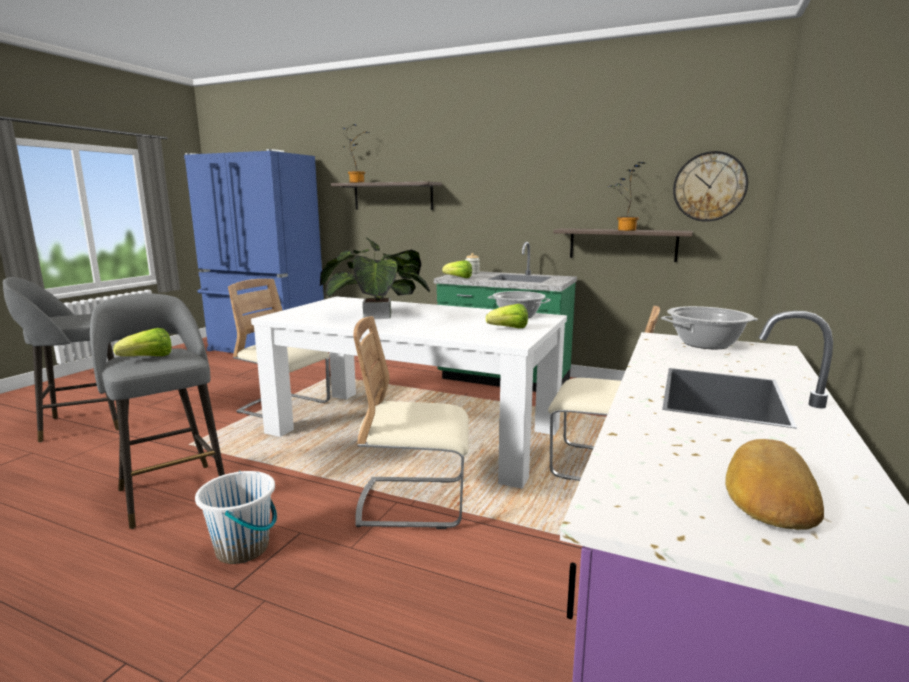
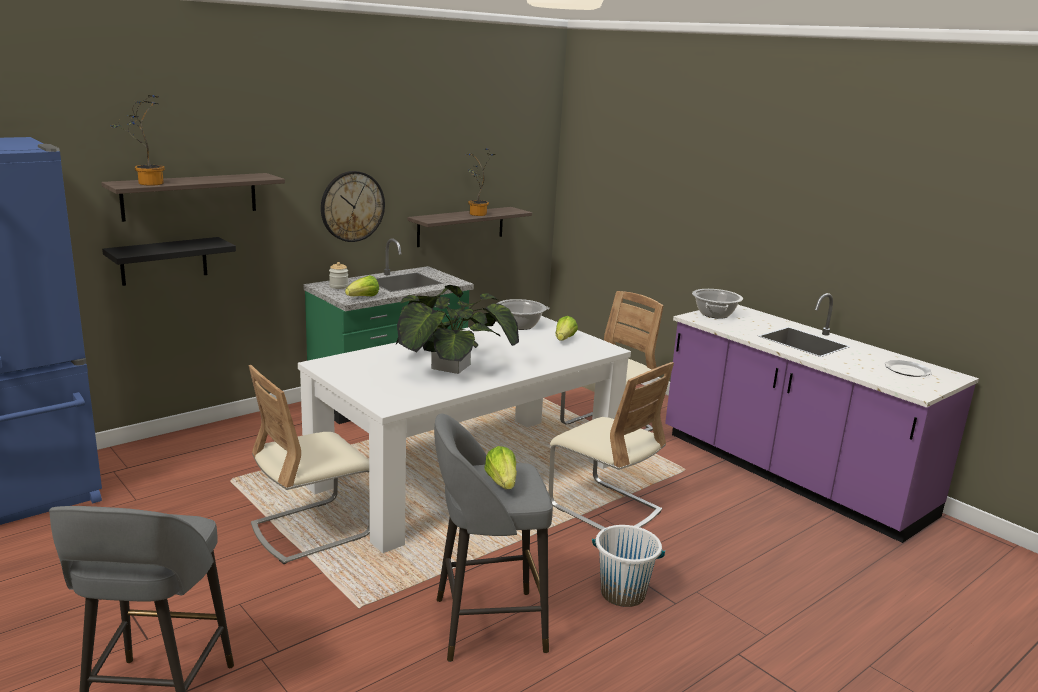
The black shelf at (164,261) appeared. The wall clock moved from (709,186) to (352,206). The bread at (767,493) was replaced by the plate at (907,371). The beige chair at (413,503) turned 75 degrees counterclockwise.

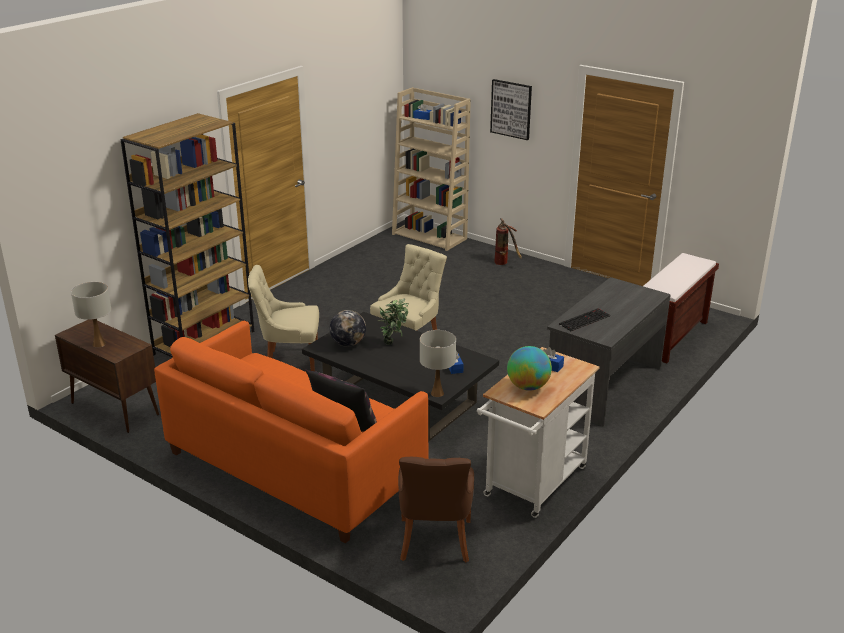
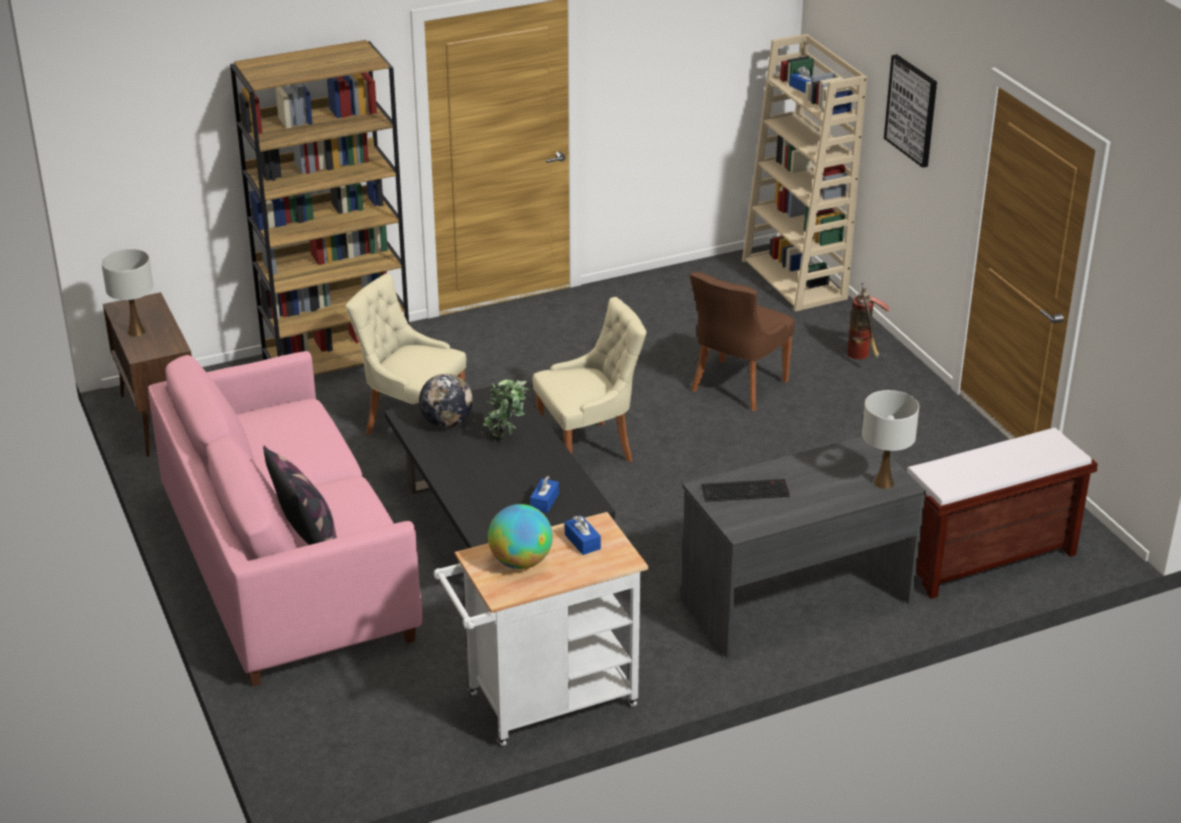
The brown chair moved from (435,542) to (736,387). The white table lamp moved from (437,393) to (883,482). The orange sofa at (294,466) became the pink sofa at (287,568).

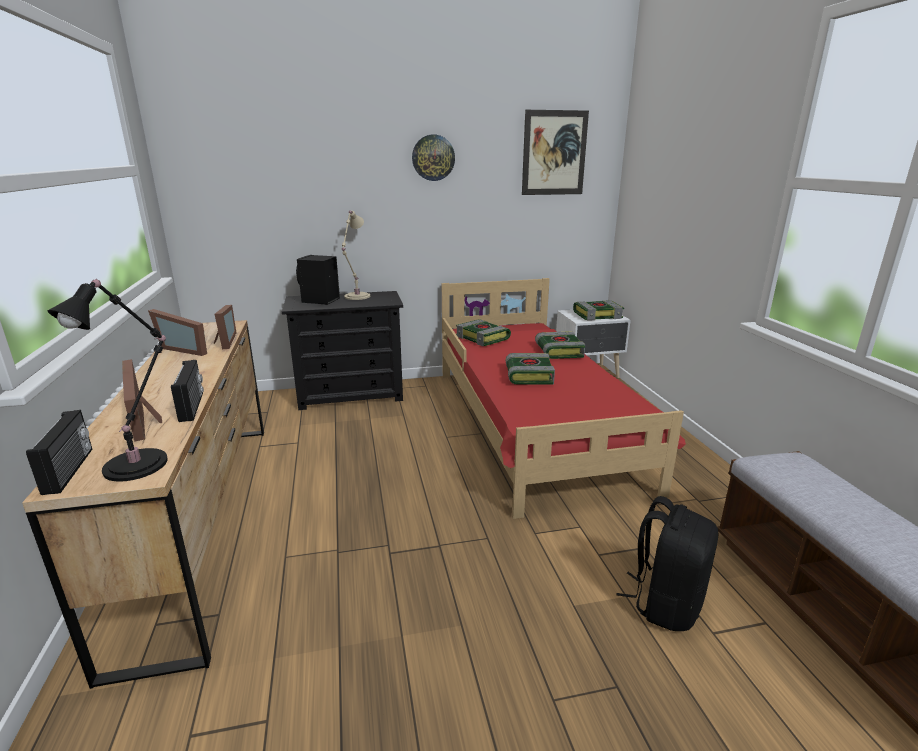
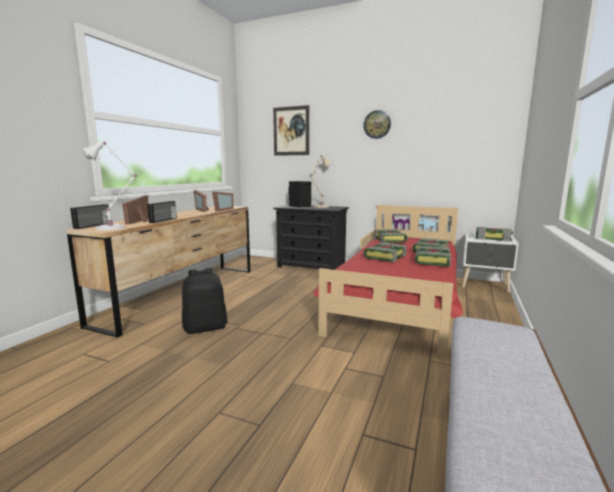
The book at (431,261) appeared. The picture moved from (554,153) to (291,131). The black backpack moved from (665,603) to (205,328). The black table lamp at (140,463) became the white table lamp at (113,227).

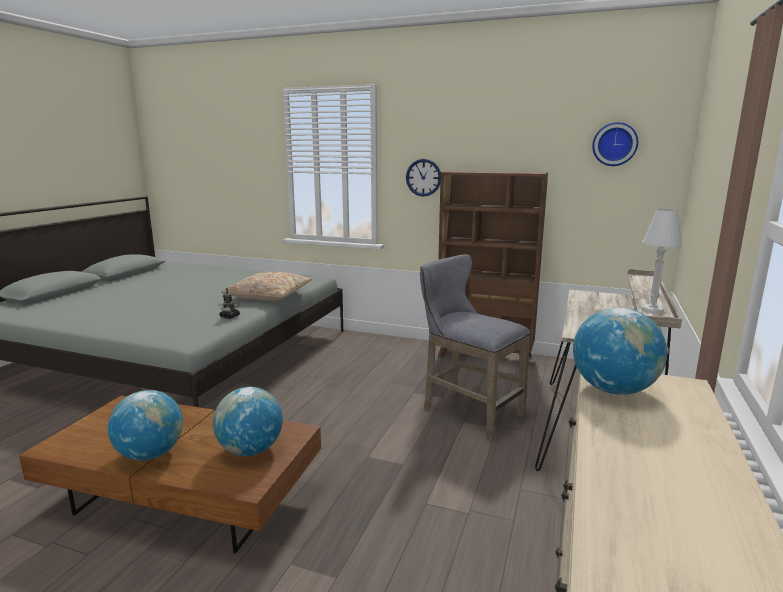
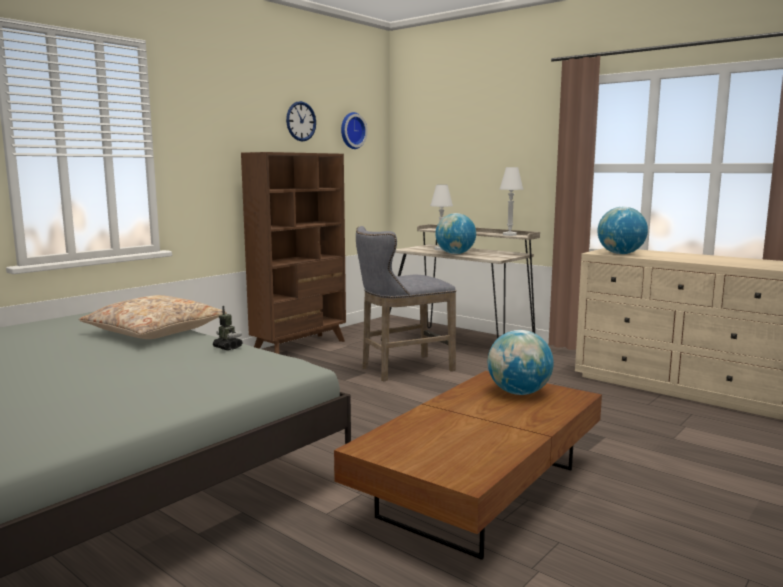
The white table lamp at (440,249) appeared. The globe moved from (150,454) to (455,254). The wall clock moved from (423,177) to (301,121).

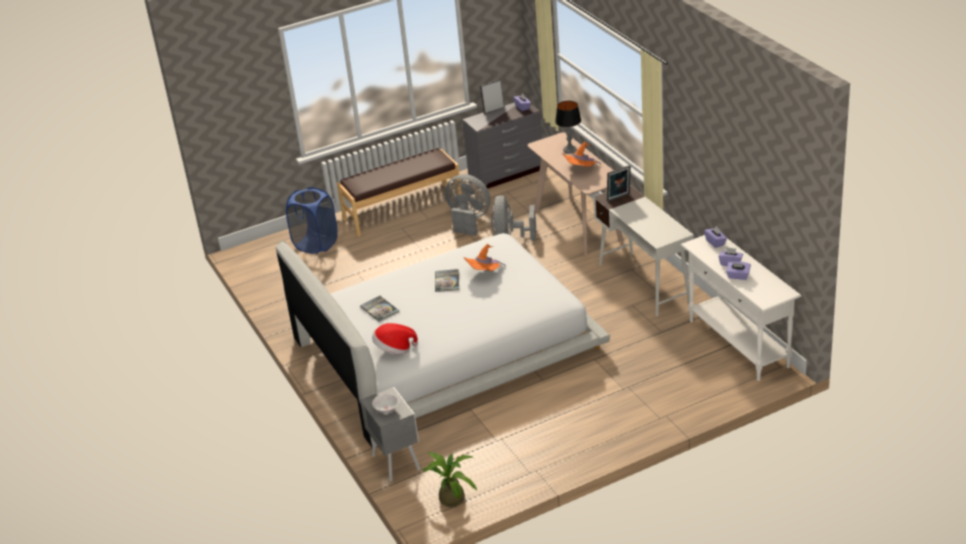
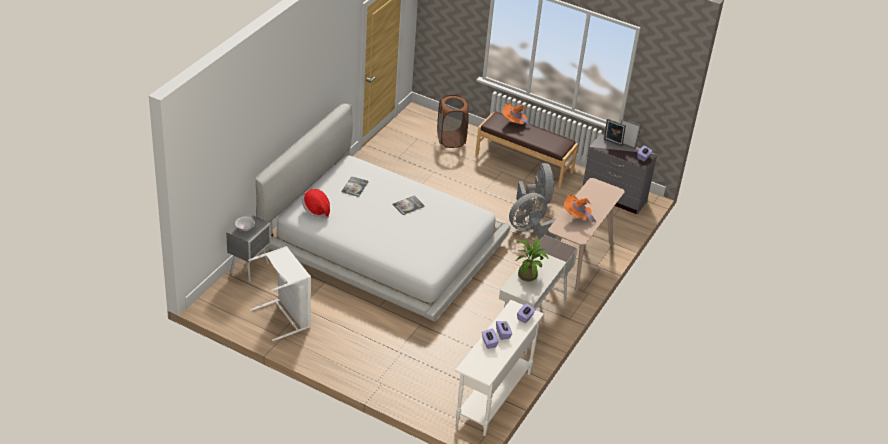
The table lamp at (569,150) disappeared. The white laundry basket at (286,317) appeared. The potted plant moved from (451,497) to (529,274). The orange hat moved from (484,274) to (514,123). The picture frame moved from (619,198) to (612,143). The blue laundry basket at (315,244) became the brown laundry basket at (451,139).

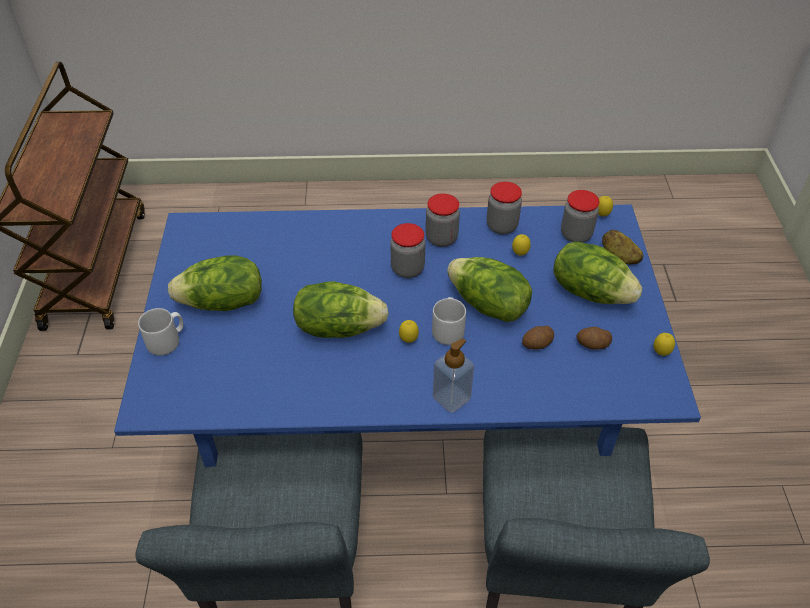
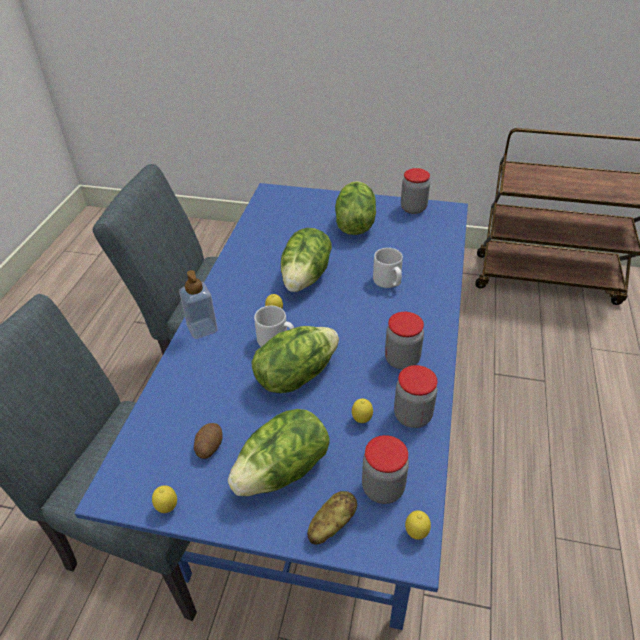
The potato at (537,344) disappeared. The grey mug moved from (167,341) to (388,282). The jar moved from (407,269) to (413,208).

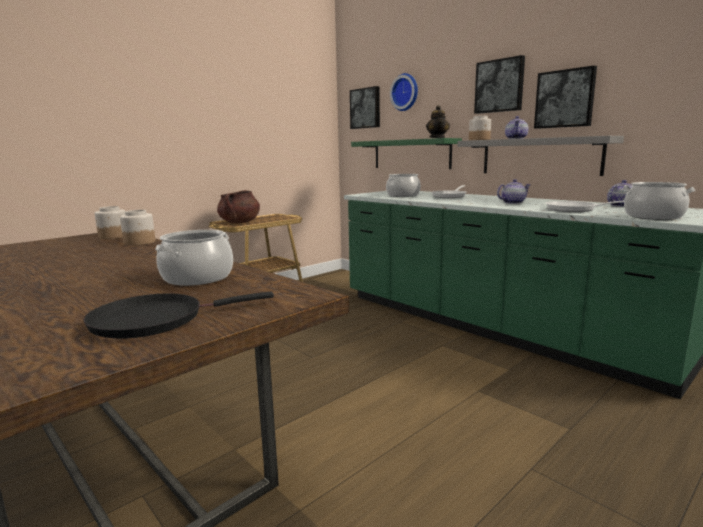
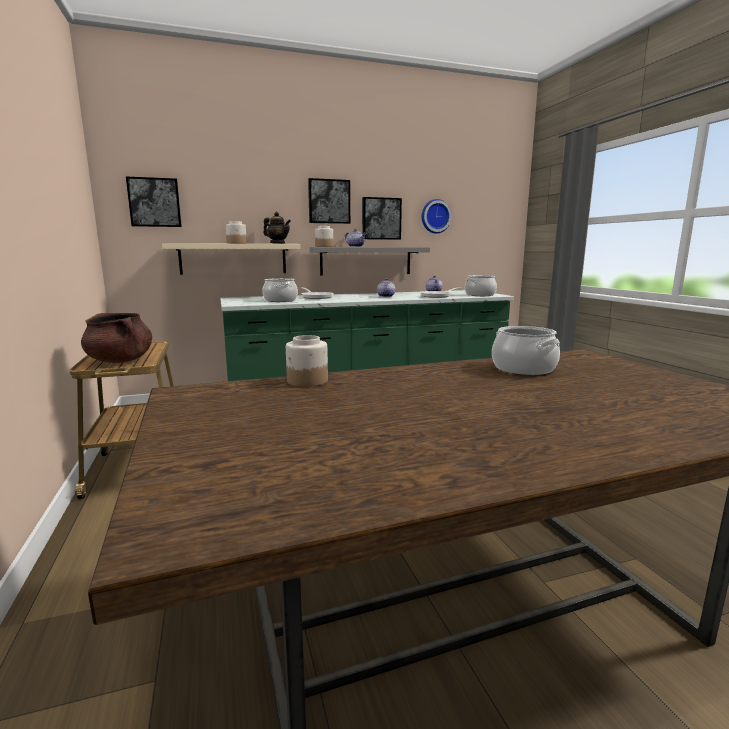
The black frying pan at (155,320) disappeared. The jar moved from (113,236) to (237,243). The wall clock moved from (405,92) to (435,216). The green shelf at (411,154) became the beige shelf at (233,259).

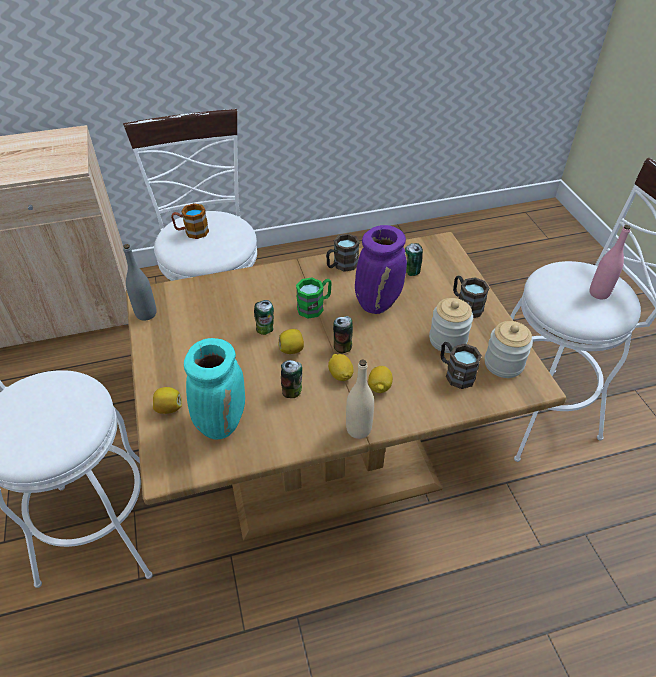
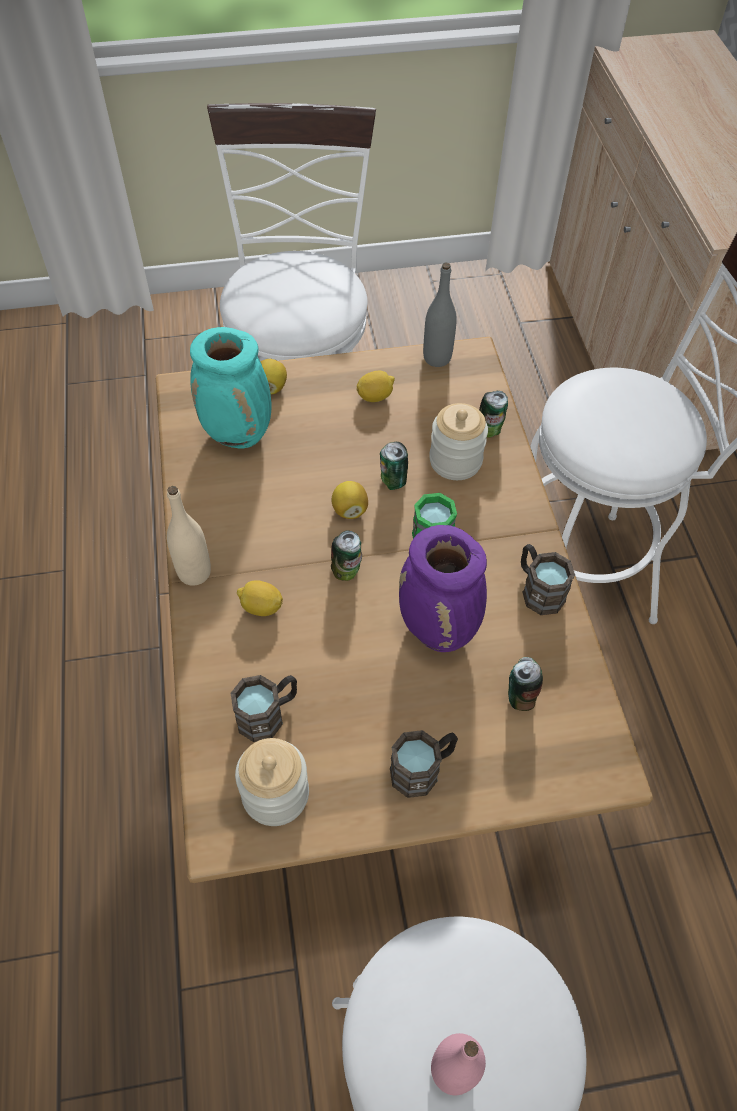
The mug at (192,232) disappeared. The can moved from (292,391) to (489,430). The lemon moved from (340,375) to (375,396). The jar moved from (448,340) to (455,460).

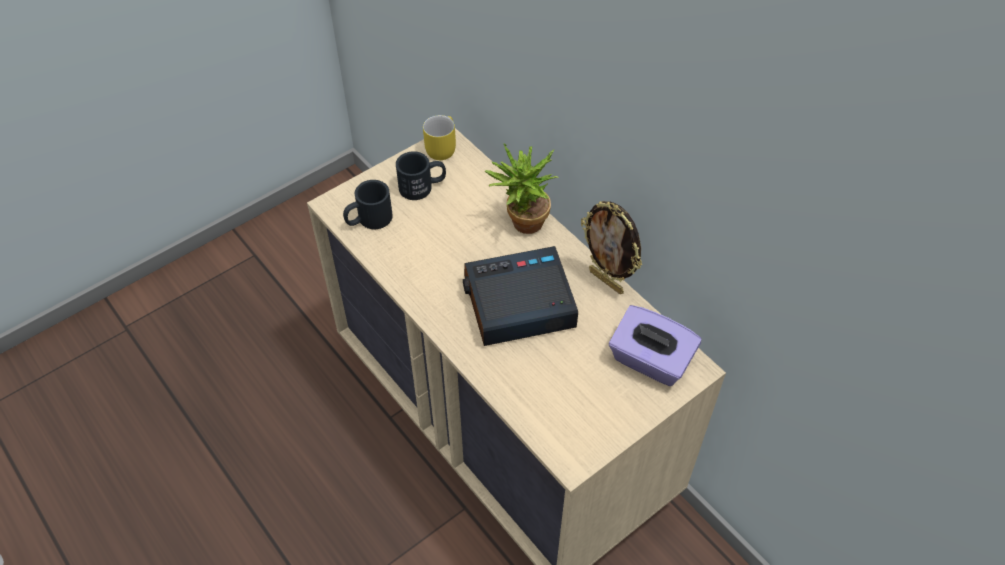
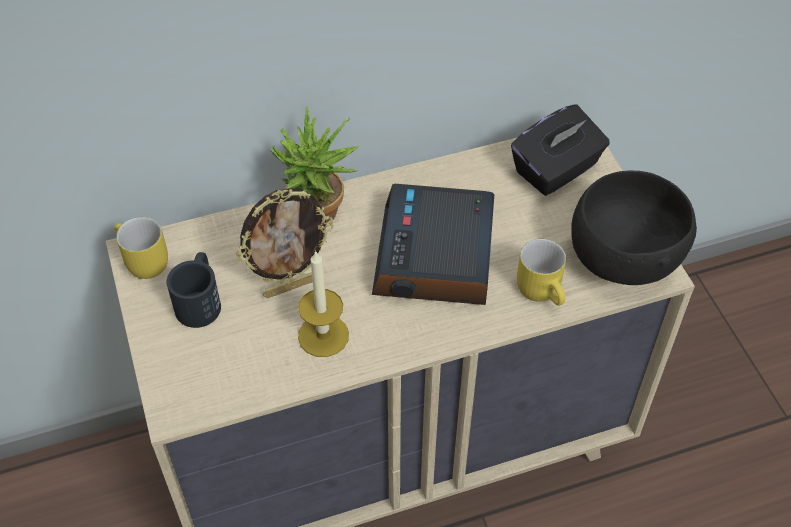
The black mug at (368,220) disappeared. The candle at (323,335) appeared. The yellow mug at (544,290) appeared. The black bowl at (623,257) appeared. The picture frame moved from (607,281) to (290,286). The purple tissue box at (650,361) became the black tissue box at (556,170).

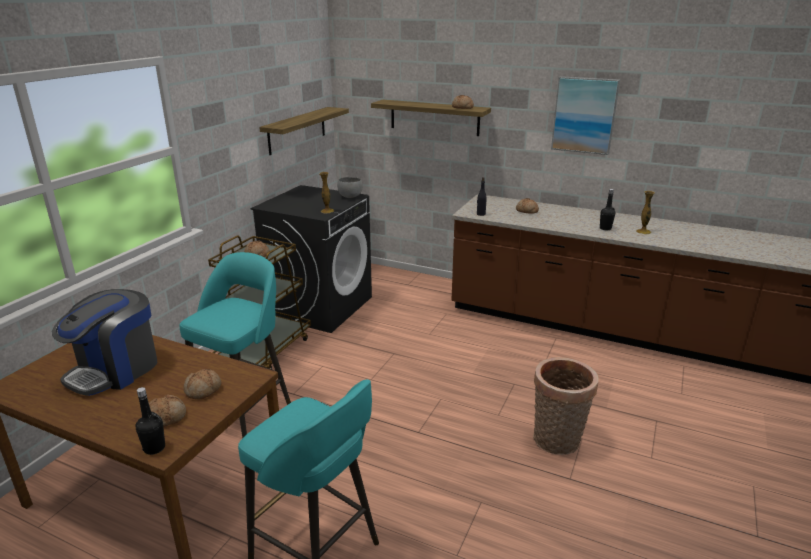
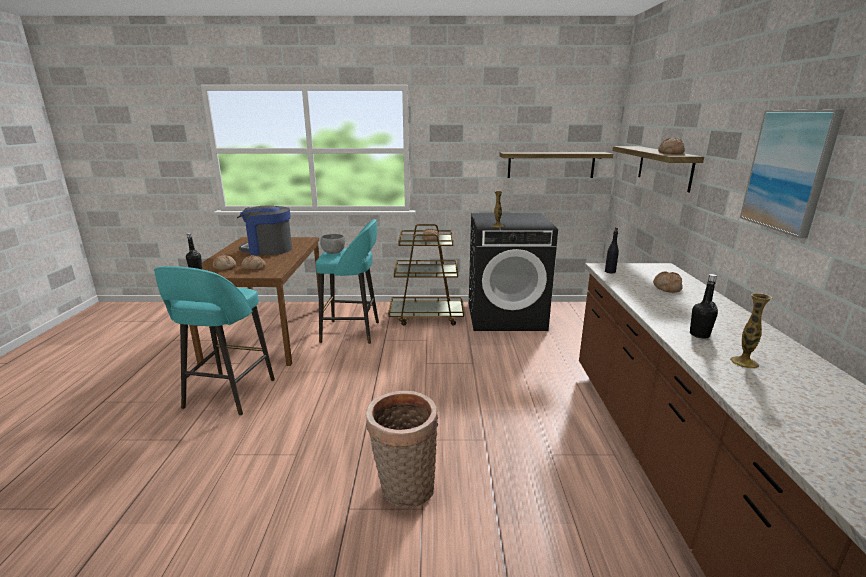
The grey bowl moved from (349,197) to (333,252).

